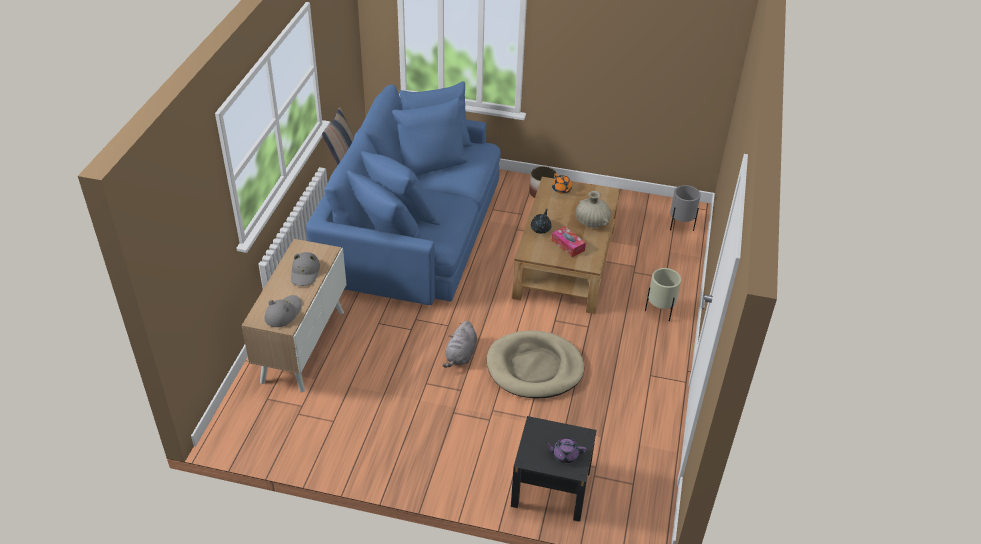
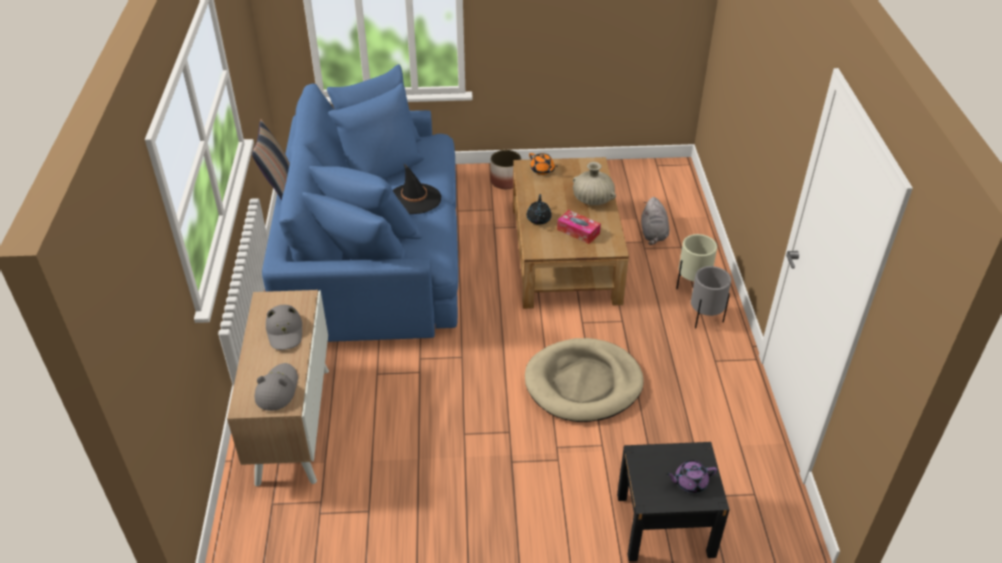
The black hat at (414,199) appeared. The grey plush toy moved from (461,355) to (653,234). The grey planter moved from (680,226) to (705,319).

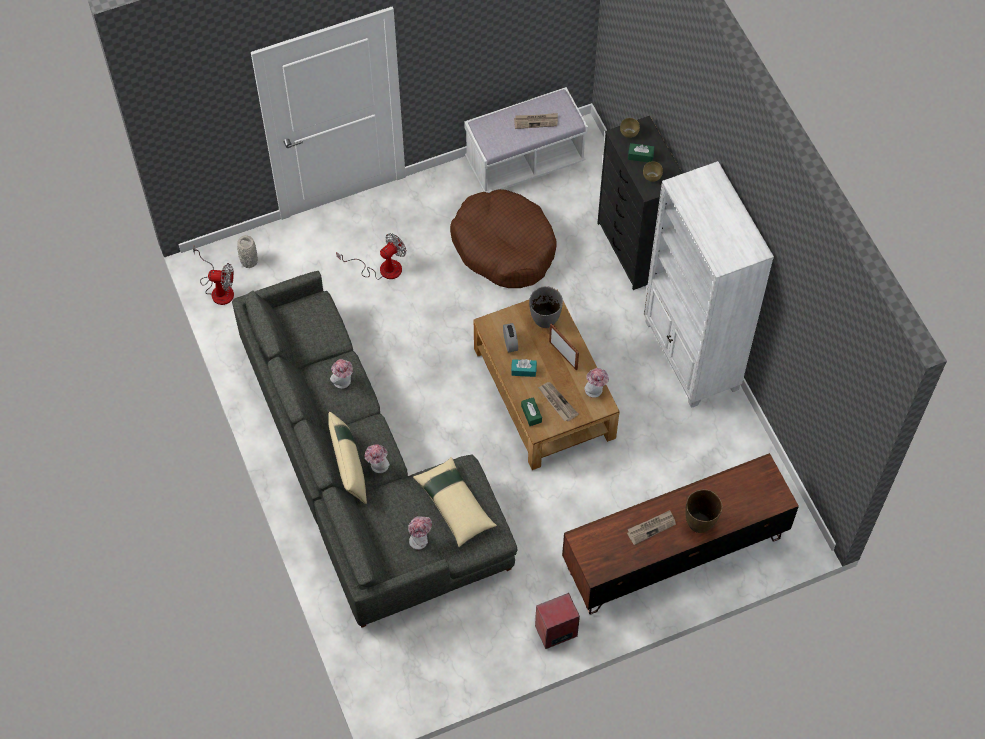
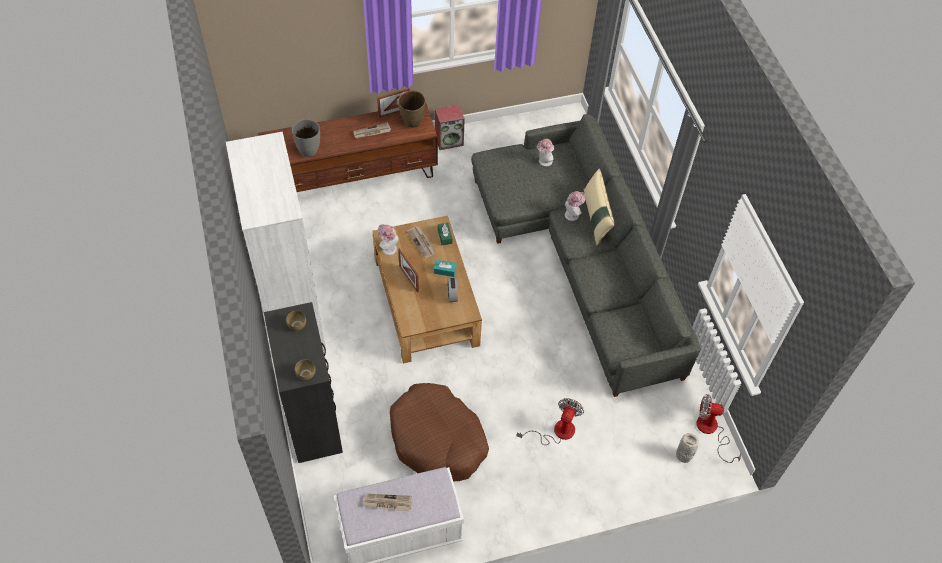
The hat at (343,382) disappeared. The beige pillow at (455,505) disappeared. The green tissue box at (640,156) disappeared. The picture frame at (394,112) appeared. The grey vase moved from (545,320) to (308,150). The brown vase moved from (699,522) to (412,122). The fan at (382,268) turned 150 degrees clockwise.

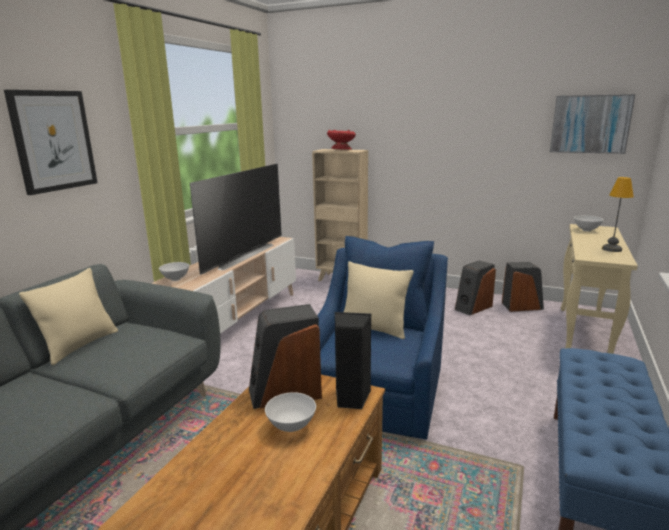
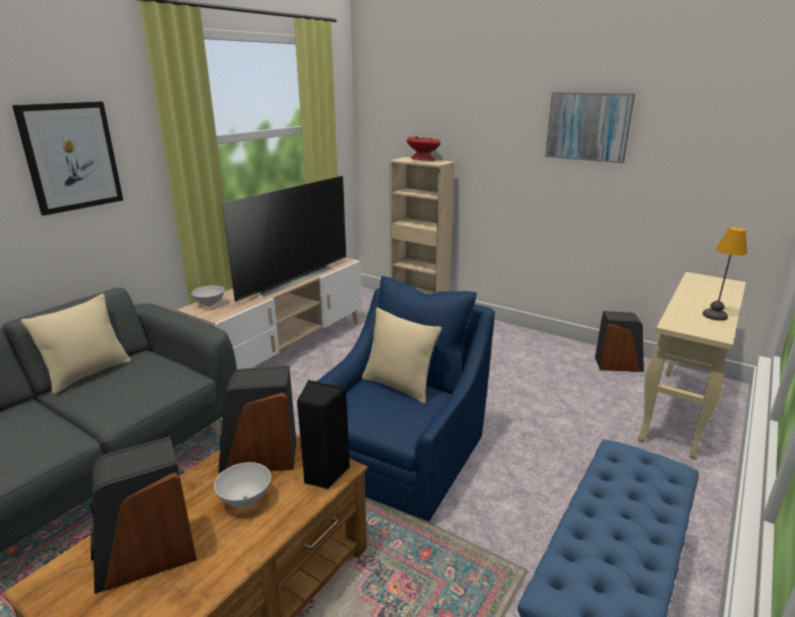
The white bowl at (586,230) disappeared. The speaker moved from (473,307) to (146,556). The picture moved from (590,124) to (588,126).

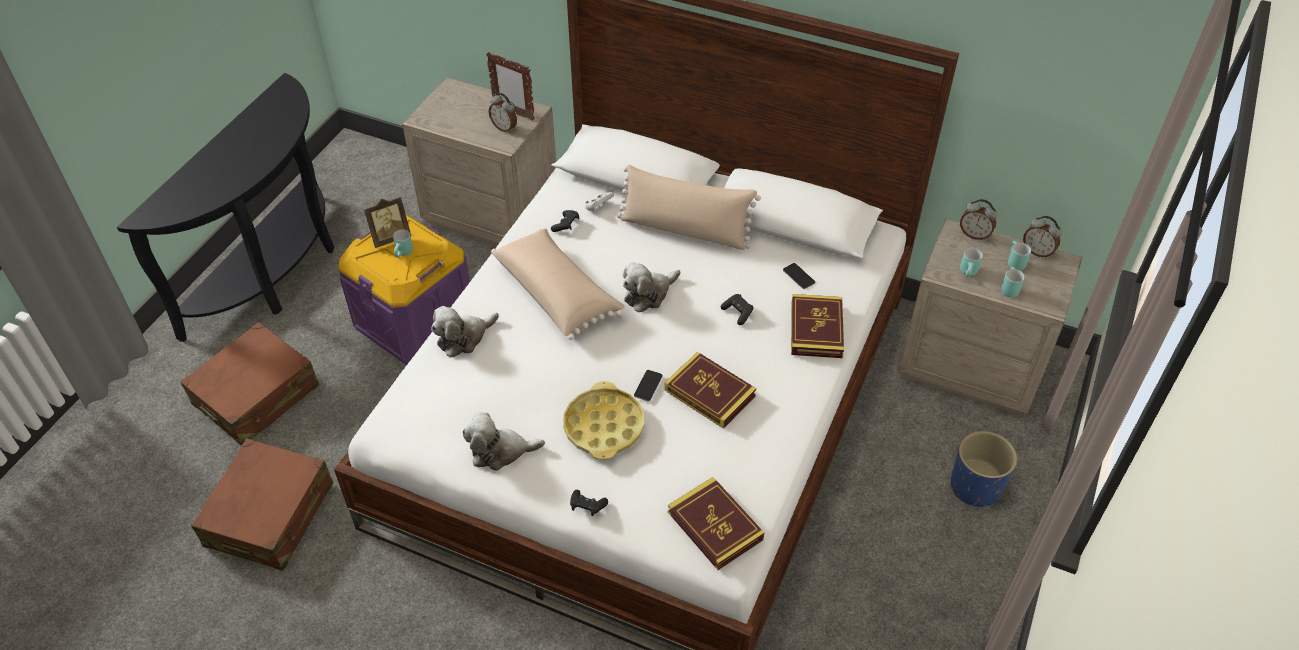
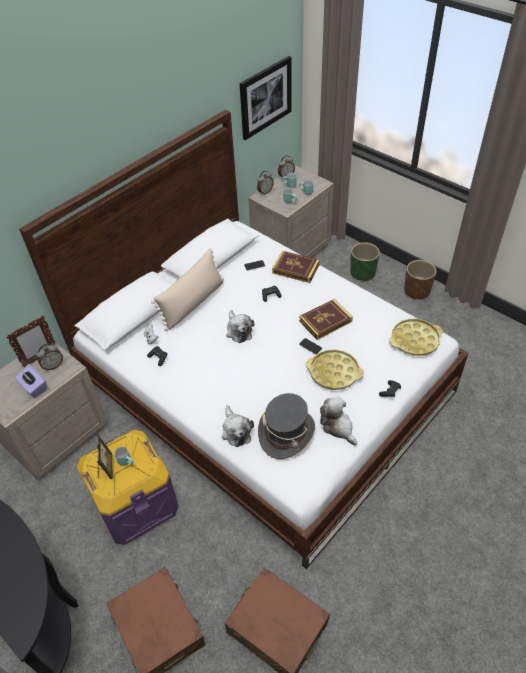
The beige pillow at (557,293) disappeared. The purple tissue box at (34,387) appeared. The picture at (265,97) appeared. The grey hat at (286,433) appeared. The brown planter at (416,291) appeared. The book at (715,526) was replaced by the yellow tray at (415,340). The blue planter at (975,487) became the green planter at (363,273). The plush toy at (500,451) turned 135 degrees clockwise.

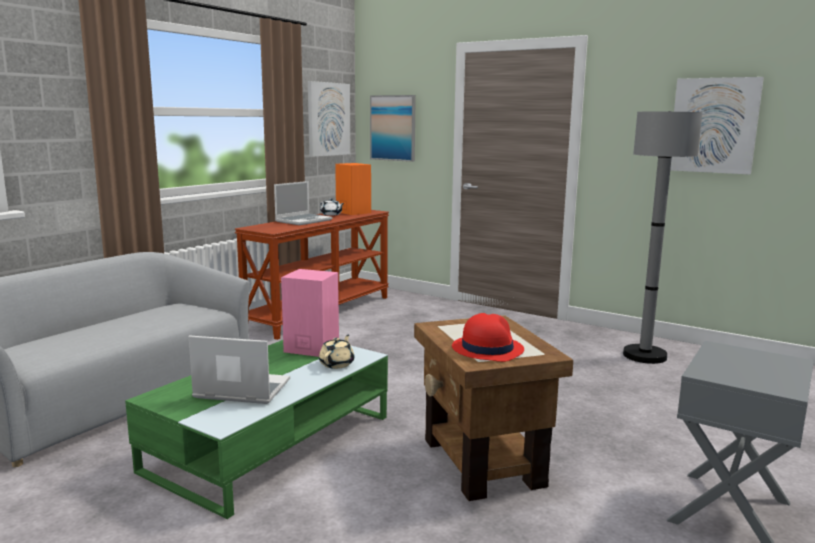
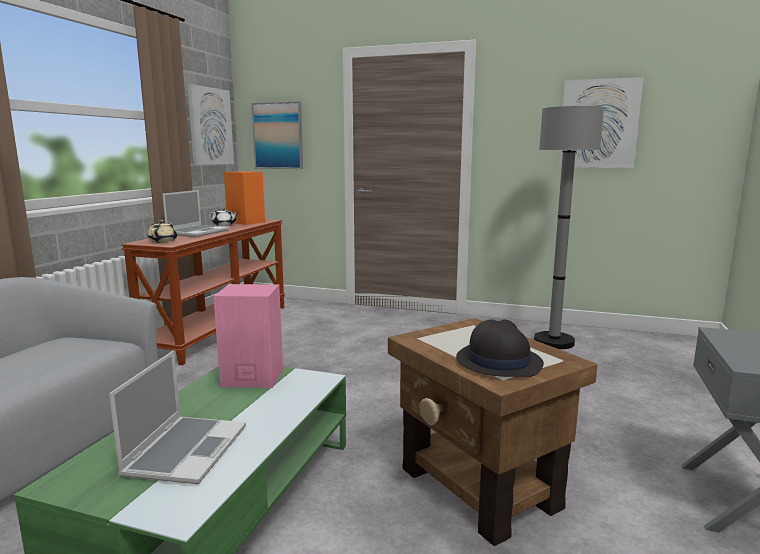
The beige teapot moved from (337,364) to (163,241). The red hat at (487,349) became the black hat at (498,361). The laptop at (241,390) turned 105 degrees clockwise.

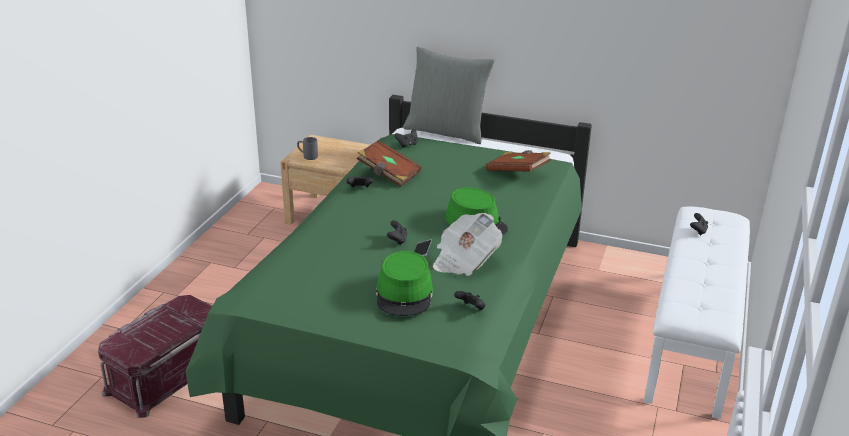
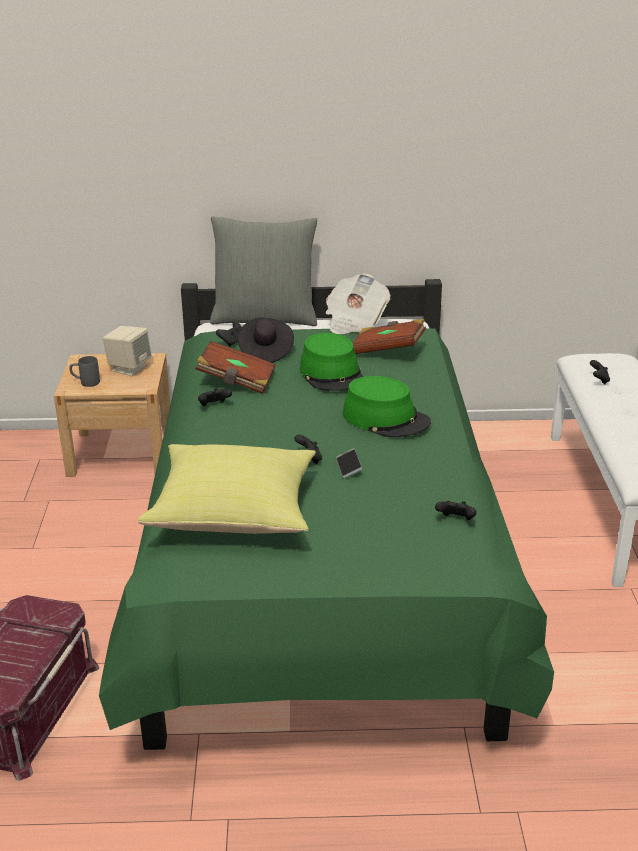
The beige speaker at (129,368) appeared. The yellow pillow at (235,513) appeared. The black hat at (265,352) appeared. The green hat moved from (404,294) to (332,374). The newspaper moved from (464,260) to (354,322).

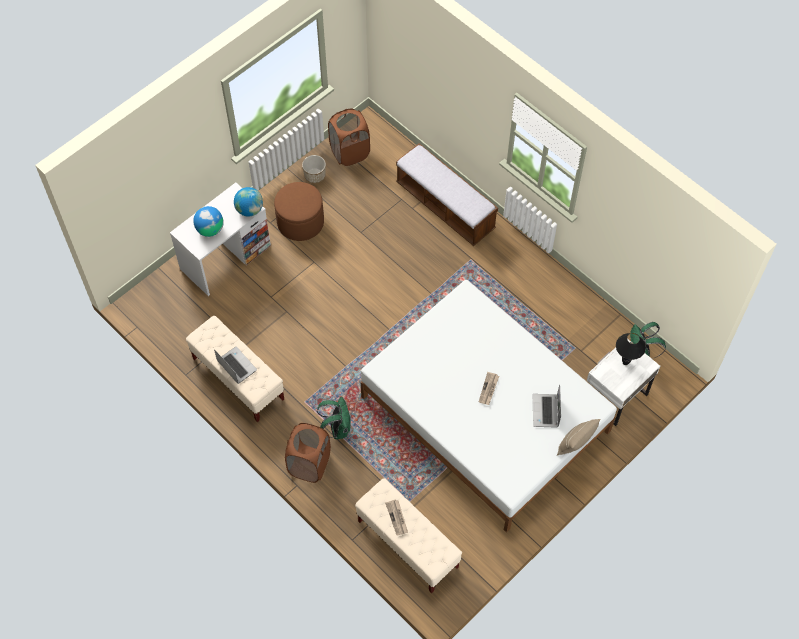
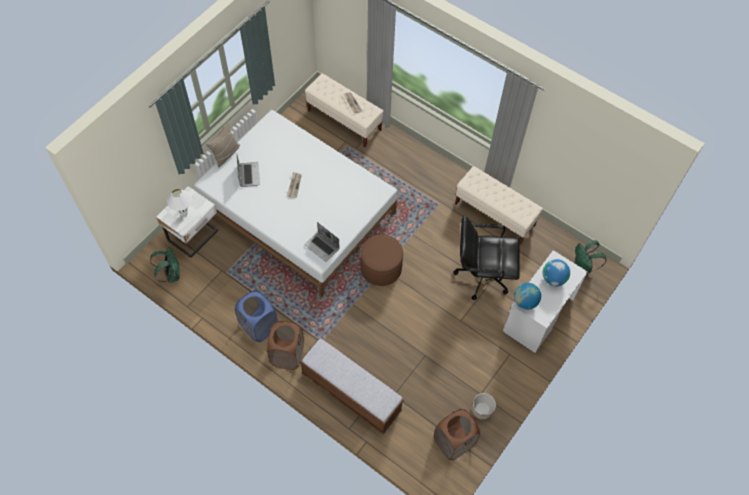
The blue laundry basket at (259,326) appeared. The black office chair at (482,275) appeared. The laptop moved from (236,365) to (322,247). The brown ottoman moved from (300,222) to (381,268). The brown laundry basket moved from (309,464) to (287,355). The green backpack moved from (337,428) to (583,266). The black table lamp at (625,362) became the white table lamp at (184,215).

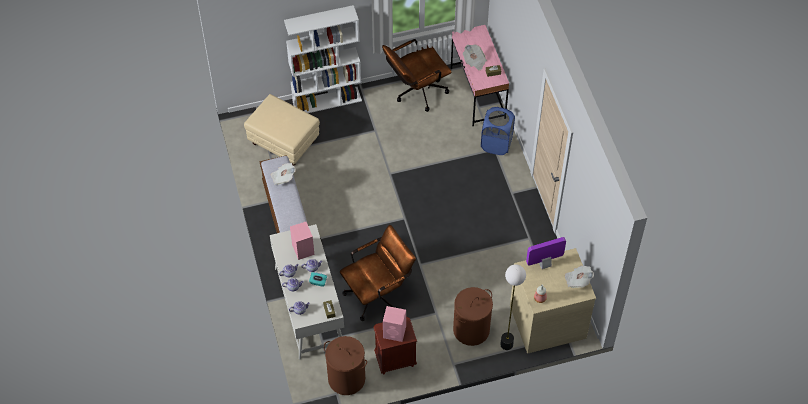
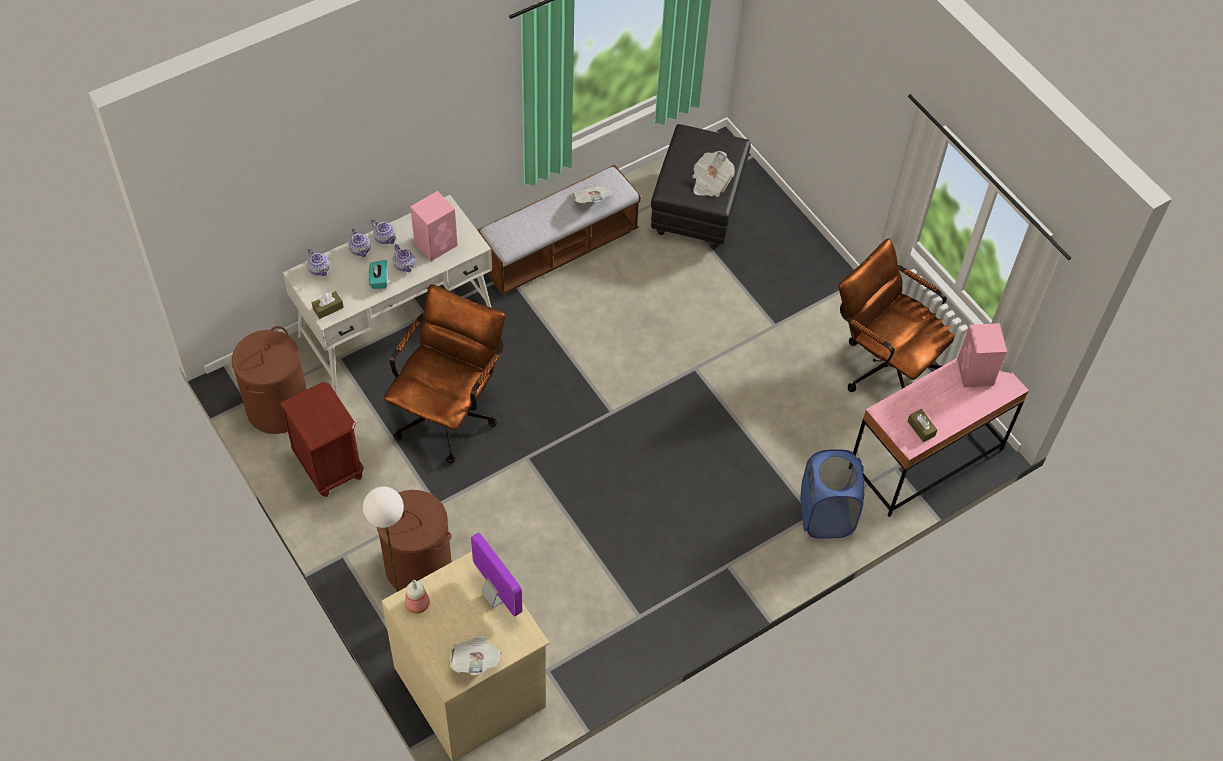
The white bookcase at (327,101) disappeared. The pink speaker moved from (395,332) to (975,373). The newspaper moved from (474,61) to (710,182). The beige ottoman at (283,143) became the black ottoman at (696,209). The brown office chair at (378,294) turned 105 degrees counterclockwise.

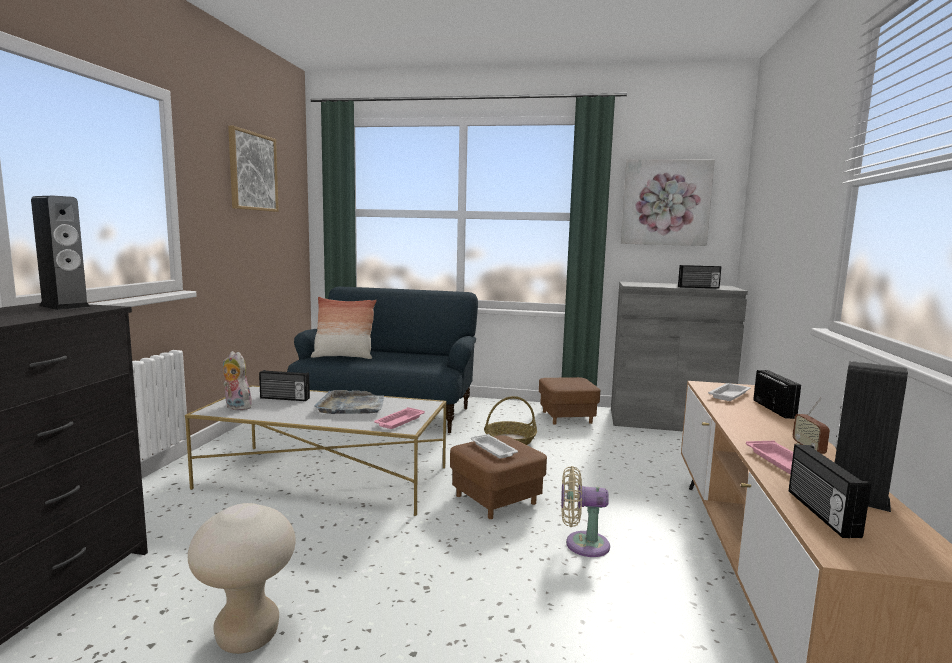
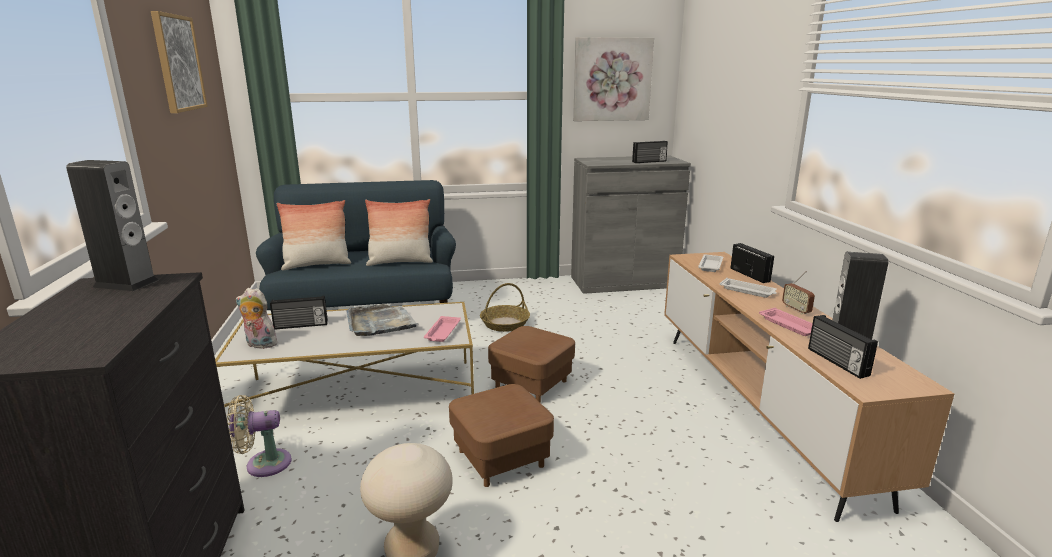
The pillow at (400,262) appeared. The white tray moved from (494,450) to (748,291). The brown ottoman moved from (567,417) to (501,458). The beige fan moved from (582,544) to (263,464).

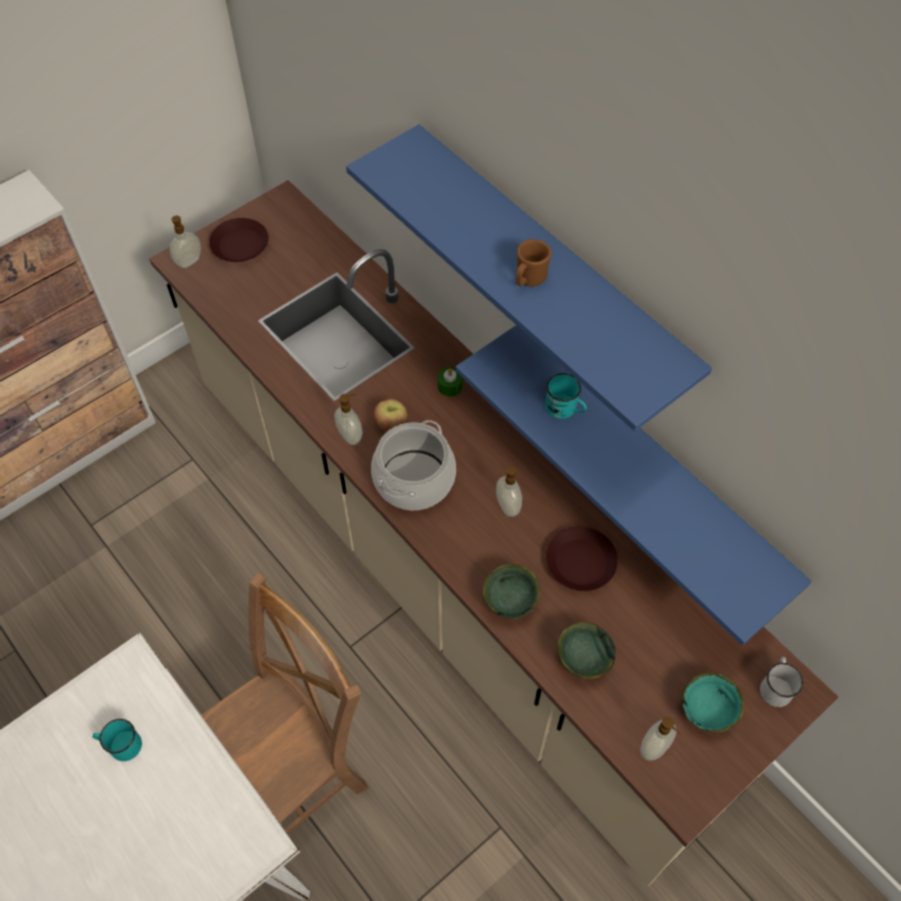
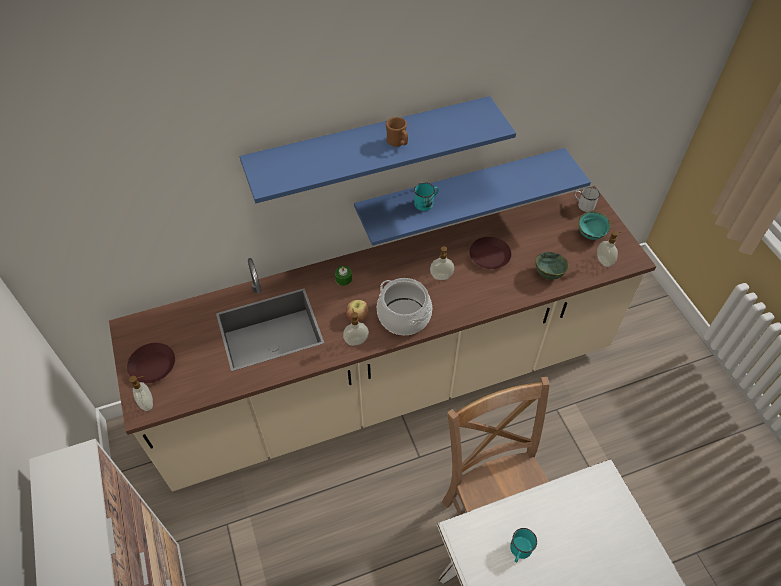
The green bowl at (511,602) disappeared.

